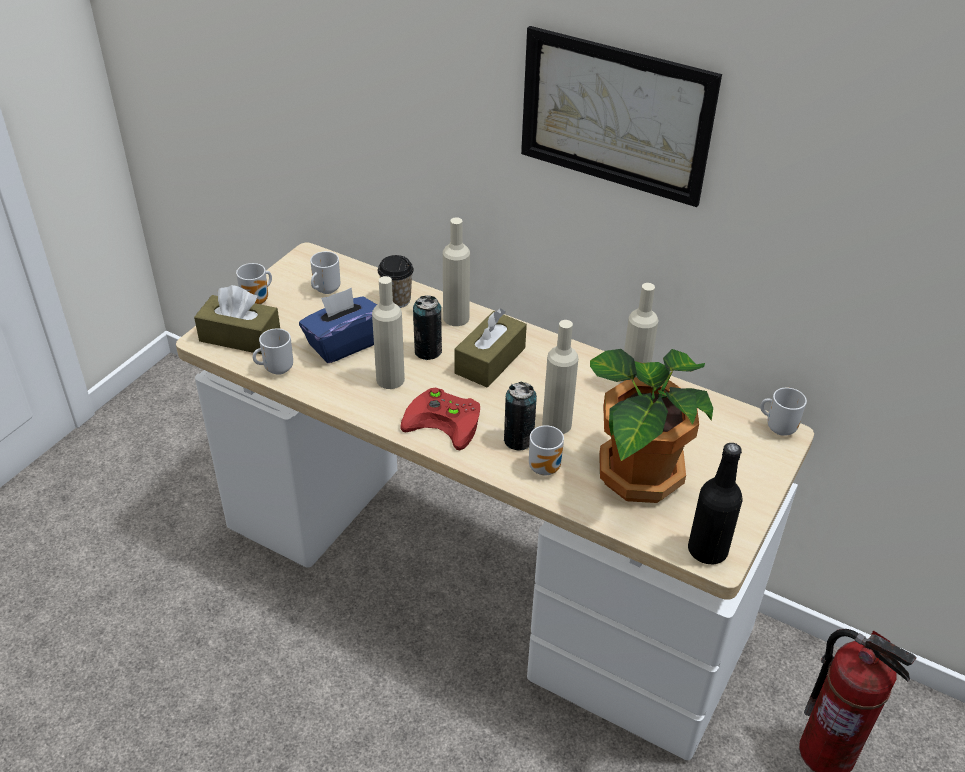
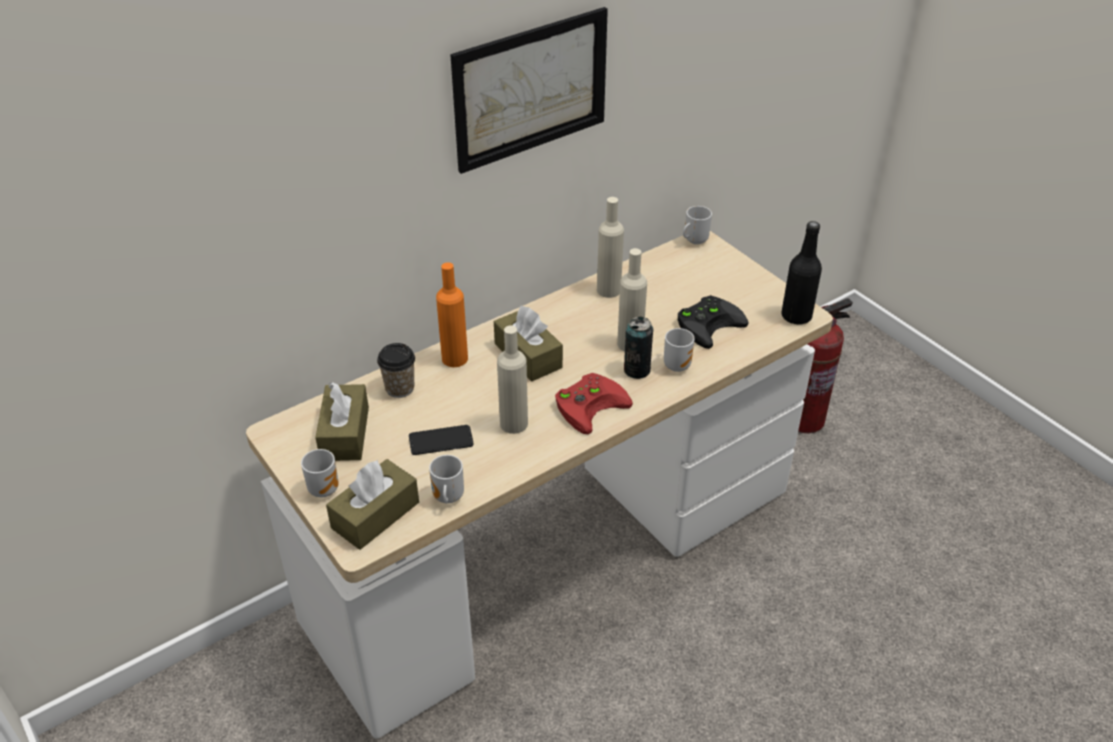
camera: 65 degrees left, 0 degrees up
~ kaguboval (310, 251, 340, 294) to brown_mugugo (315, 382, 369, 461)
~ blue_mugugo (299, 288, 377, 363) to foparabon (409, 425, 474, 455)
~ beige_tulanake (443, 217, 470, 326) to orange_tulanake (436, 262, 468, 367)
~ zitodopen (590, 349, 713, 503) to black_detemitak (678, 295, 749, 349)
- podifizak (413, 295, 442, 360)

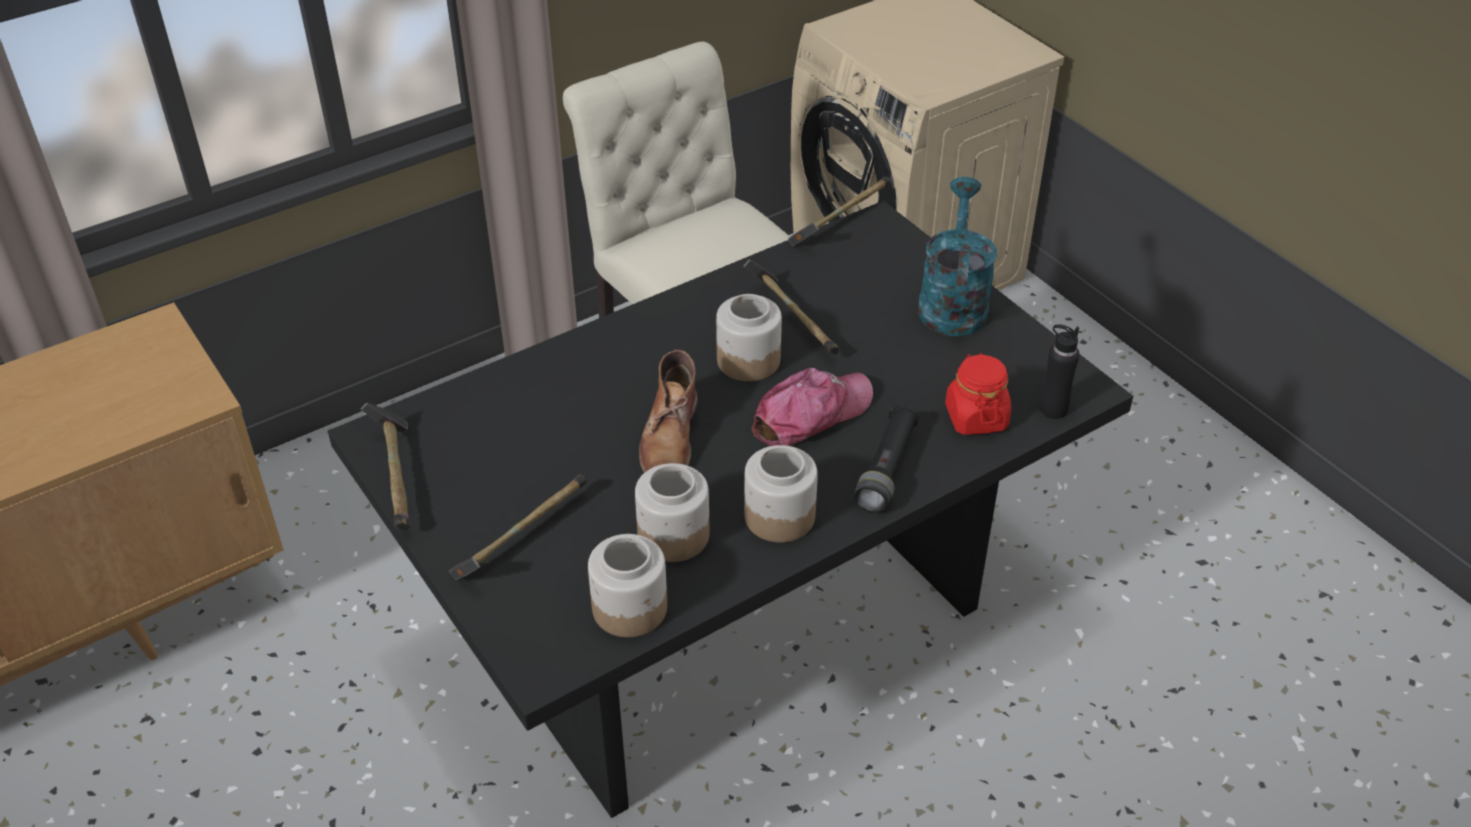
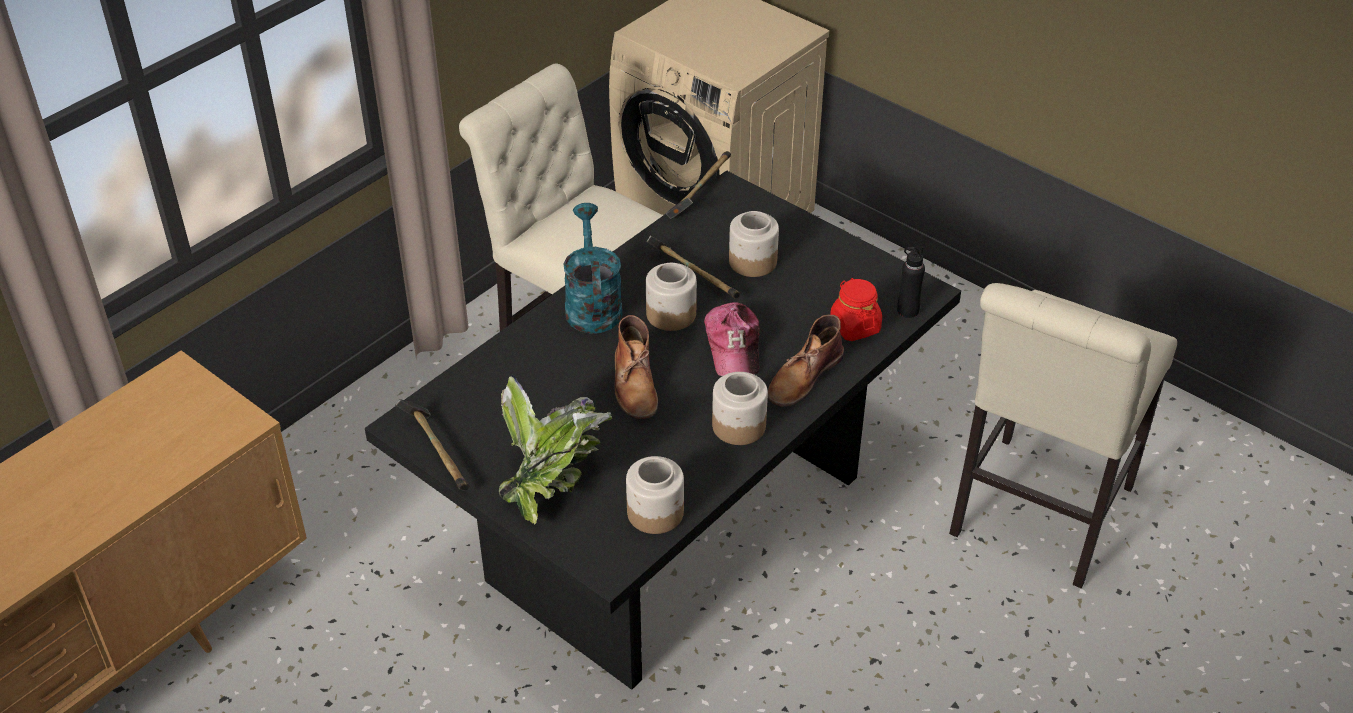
camera: 15 degrees left, 0 degrees up
~ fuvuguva (449, 475, 587, 580) to zitodopen (499, 374, 612, 524)
~ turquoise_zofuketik (918, 177, 997, 336) to (564, 203, 622, 334)
~ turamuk (751, 368, 873, 446) = (704, 302, 760, 376) 135 degrees clockwise
~ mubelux (635, 463, 710, 562) to (729, 211, 779, 277)
~ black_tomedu (854, 405, 919, 513) to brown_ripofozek (768, 315, 844, 407)
+ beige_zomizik (949, 283, 1177, 588)

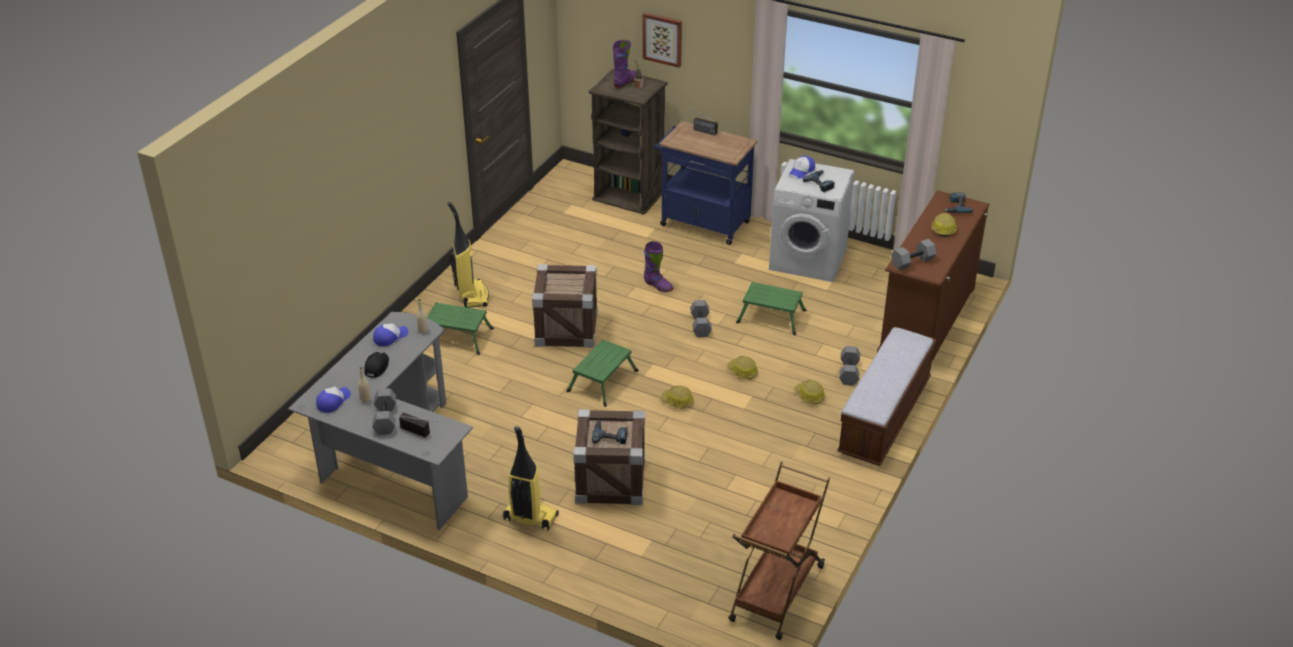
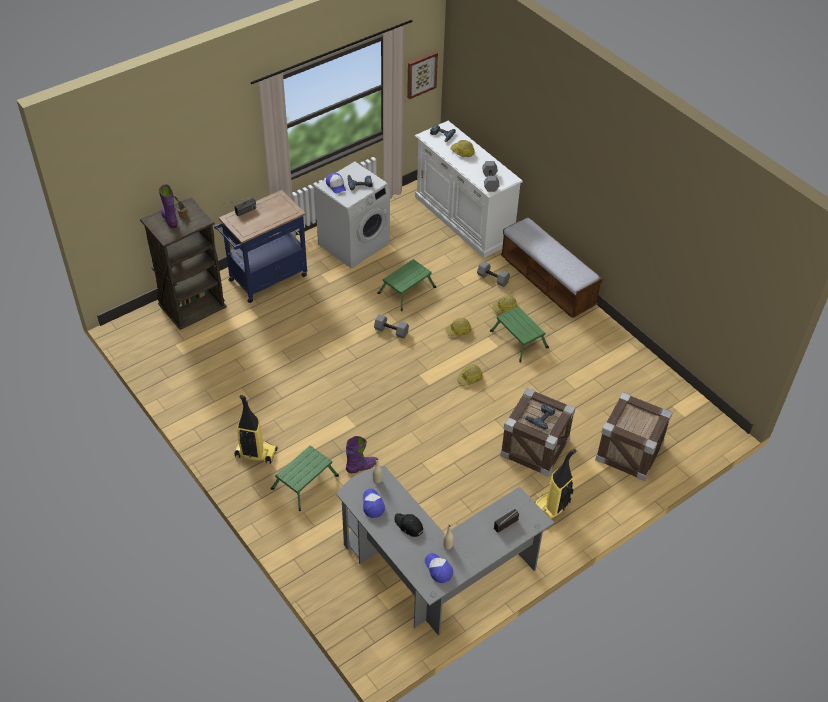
camera: 65 degrees left, 10 degrees up
~ purple_ripofozek (644, 241, 673, 292) to (346, 436, 376, 473)
~ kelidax (643, 13, 682, 68) to (407, 51, 438, 99)
~ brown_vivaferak (877, 190, 989, 361) to white_vivaferak (415, 121, 523, 258)
~ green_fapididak (566, 340, 639, 407) to (490, 306, 549, 362)
~ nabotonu (532, 264, 598, 348) to (595, 392, 673, 481)
- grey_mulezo (372, 388, 397, 435)
- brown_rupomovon (729, 461, 830, 640)

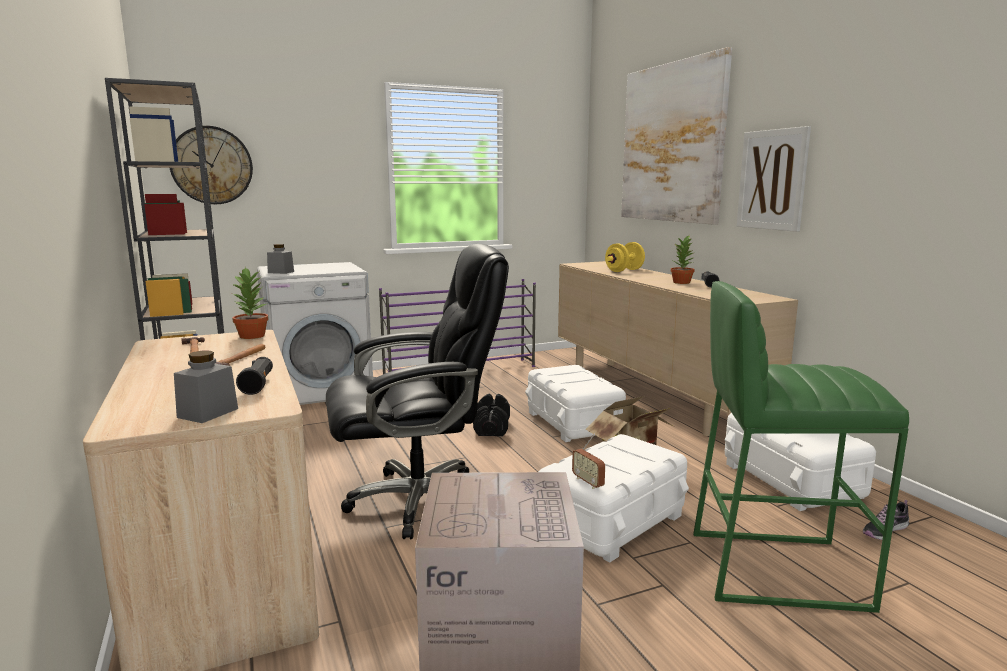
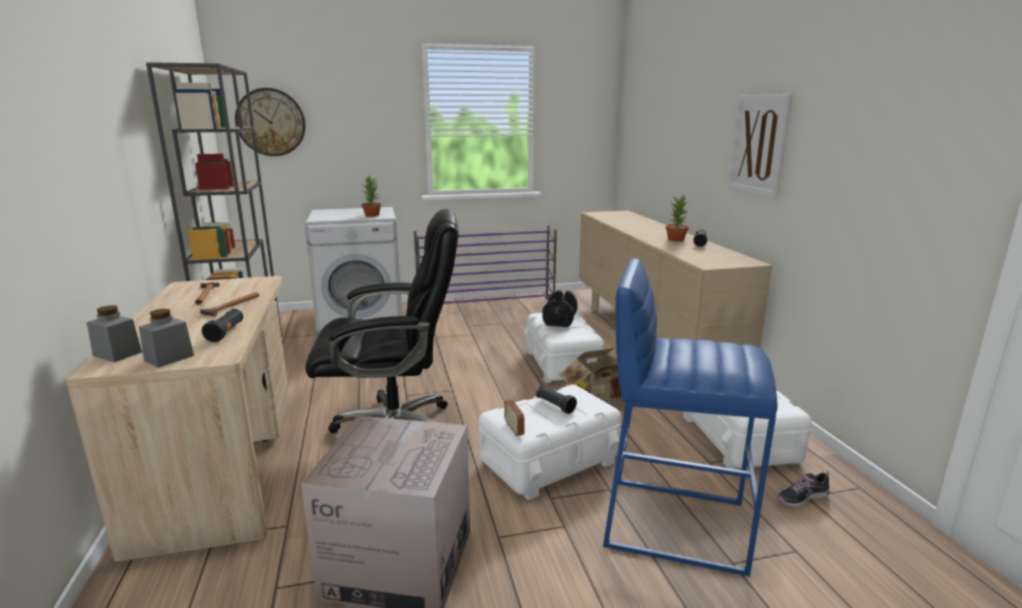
camera: 10 degrees right, 5 degrees up
~ grey_mubelux (267, 244, 294, 274) to (87, 305, 142, 362)
~ zitodopen (230, 266, 268, 339) to (362, 176, 381, 217)
+ black_tomedu (537, 385, 577, 414)
~ black_mulezo (473, 394, 510, 436) to (542, 290, 578, 327)
~ green_zomizik (693, 281, 909, 613) to blue_zomizik (603, 259, 777, 576)
- yellow_mulezo (605, 242, 645, 272)
- kelidax (621, 47, 732, 225)

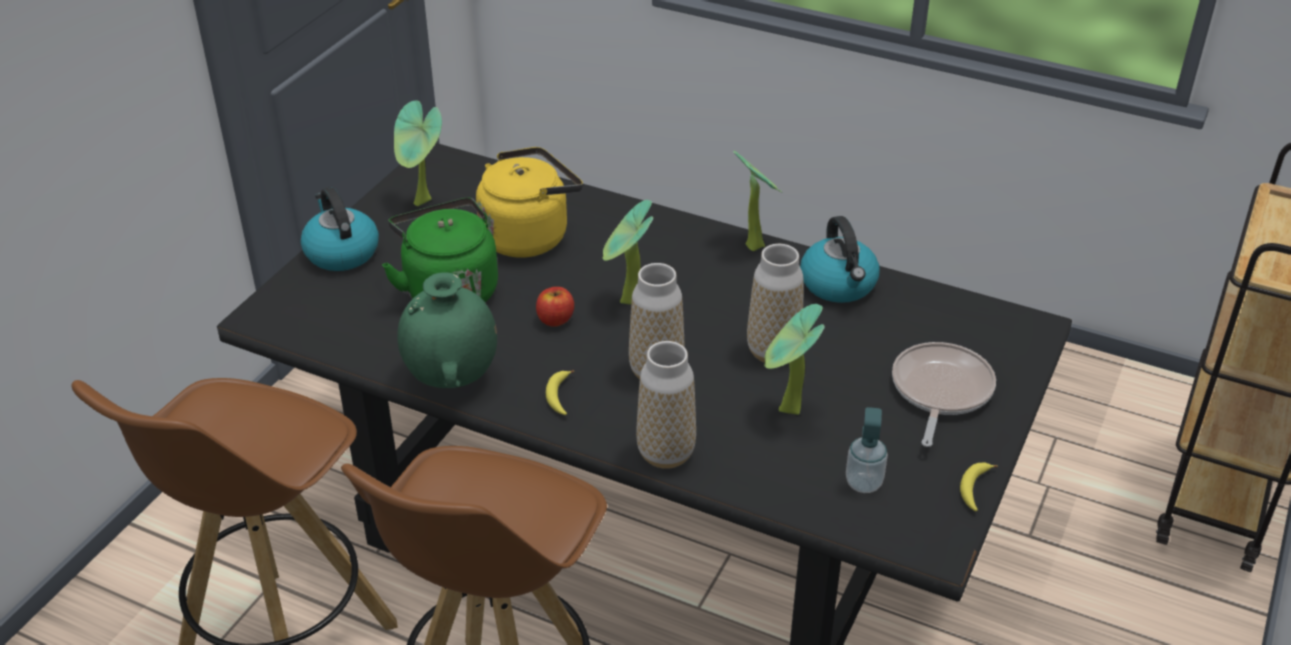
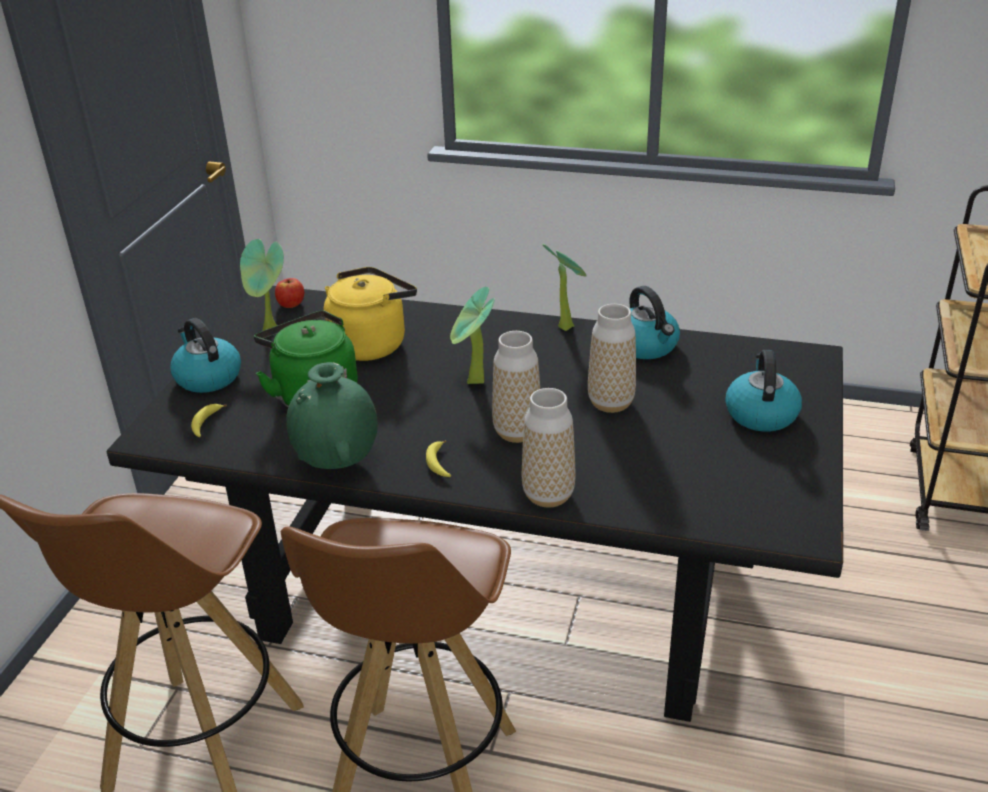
camera: 10 degrees left, 5 degrees down
~ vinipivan (960, 463, 998, 511) to (191, 404, 227, 437)
~ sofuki (536, 287, 574, 327) to (275, 278, 304, 308)
~ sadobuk (892, 342, 996, 447) to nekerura (725, 350, 802, 432)
- zitodopen (764, 304, 825, 415)
- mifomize (846, 407, 888, 493)

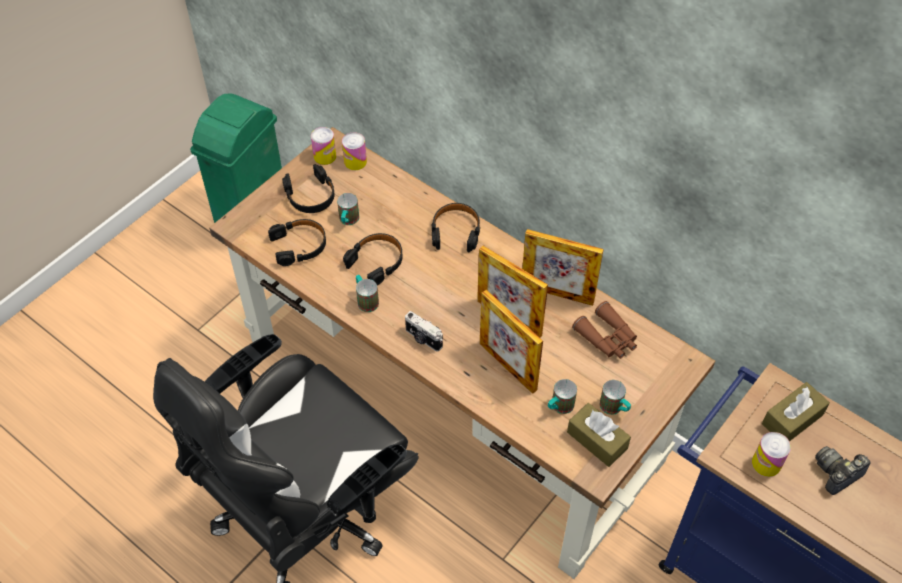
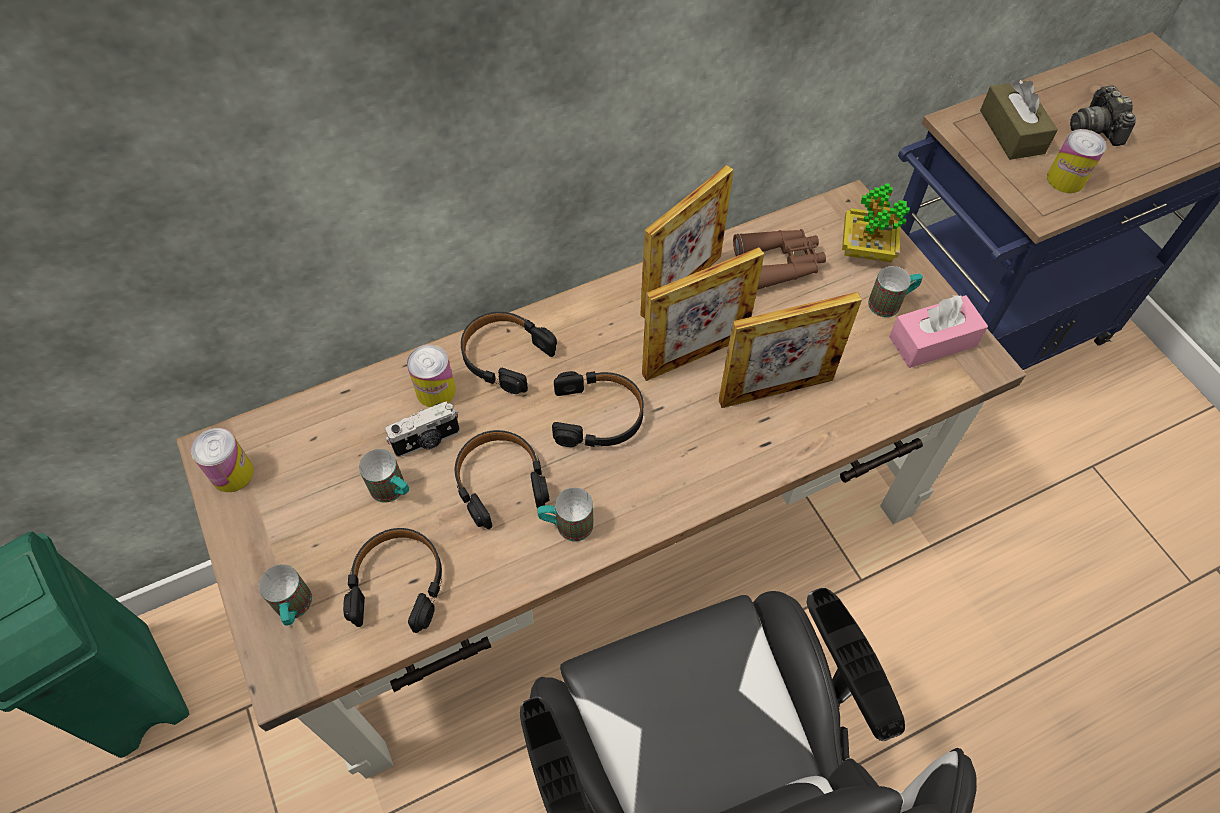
camera: 65 degrees left, 5 degrees up
~ kaguboval (548, 379, 577, 414) to (259, 564, 312, 626)
~ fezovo (405, 311, 443, 352) to (385, 401, 460, 457)
~ podifizak (342, 132, 367, 170) to (407, 344, 456, 407)
~ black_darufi (282, 164, 334, 213) to (552, 371, 644, 447)
+ zitodopen (842, 183, 910, 262)
~ brown_mugugo (567, 403, 631, 467) to pink_mugugo (889, 295, 988, 368)

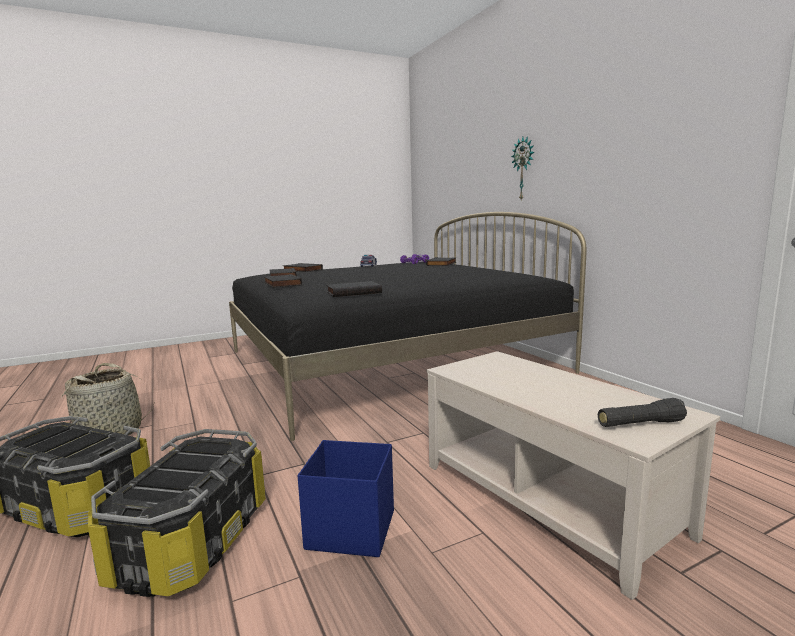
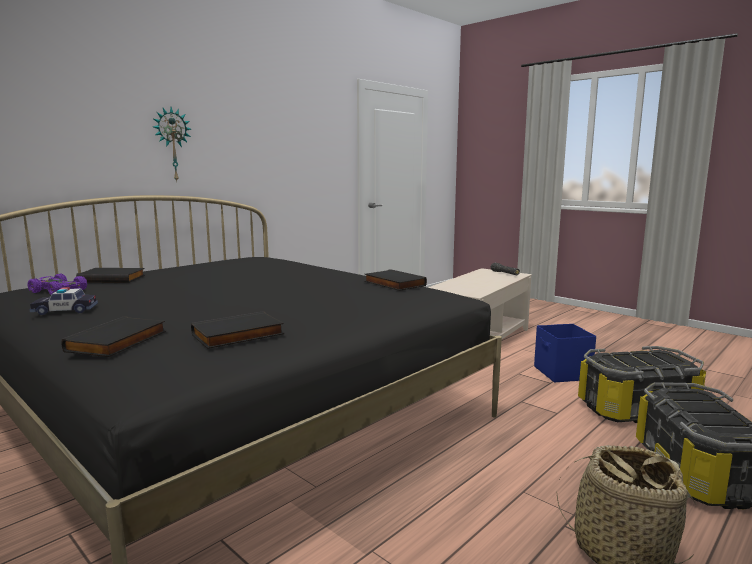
camera: 110 degrees left, 0 degrees up
- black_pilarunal (264, 274, 302, 288)

